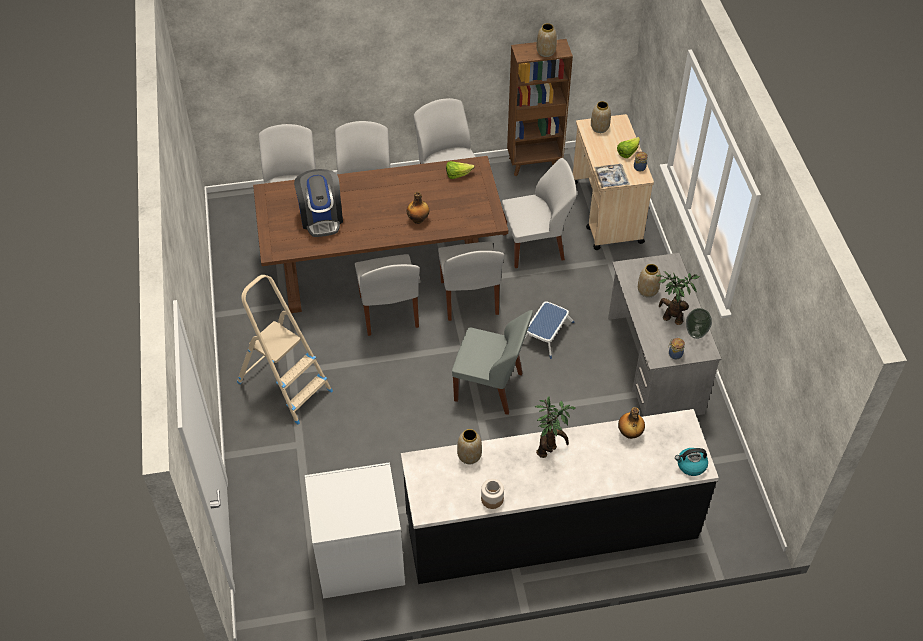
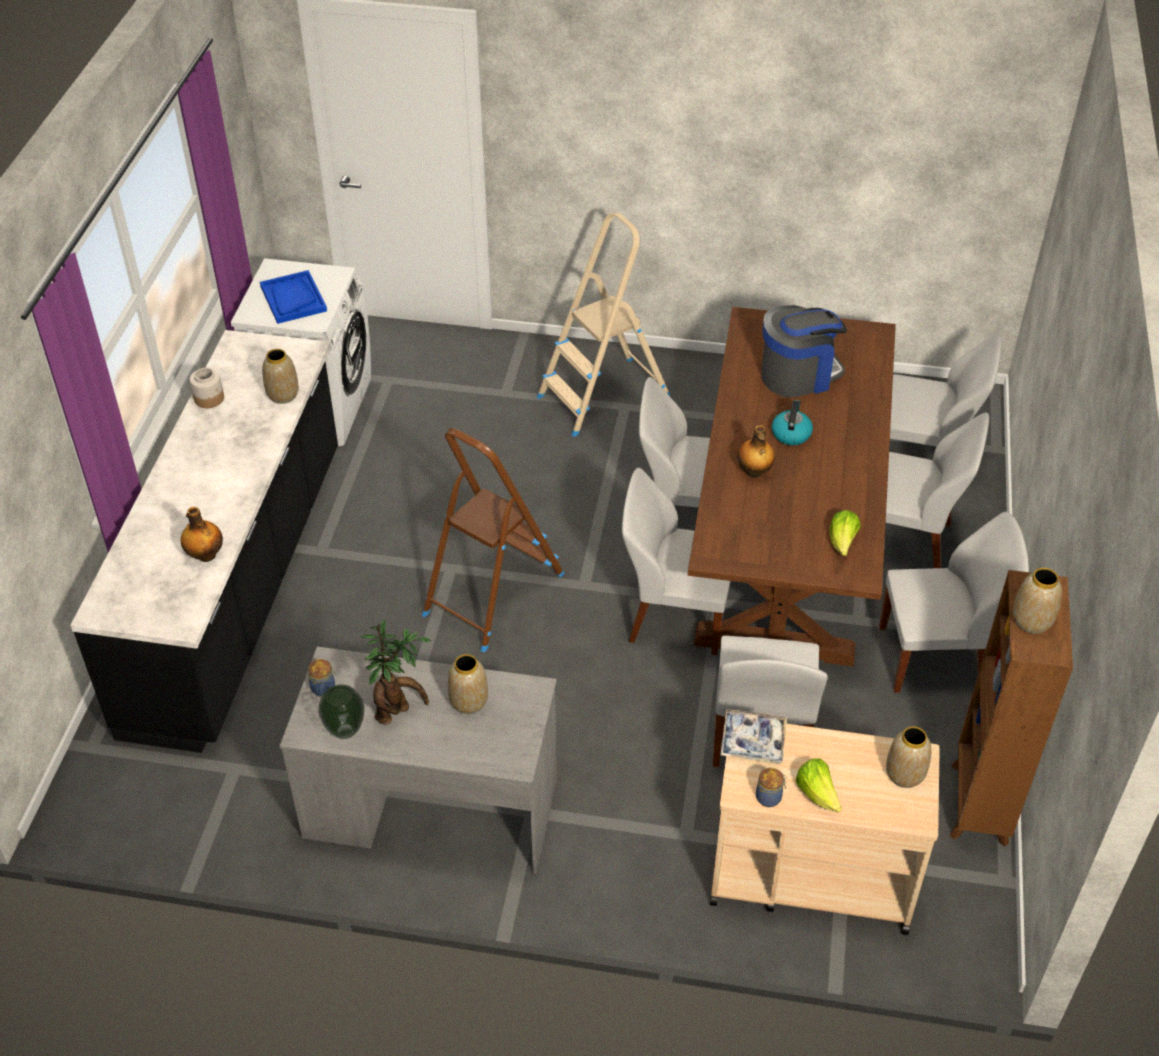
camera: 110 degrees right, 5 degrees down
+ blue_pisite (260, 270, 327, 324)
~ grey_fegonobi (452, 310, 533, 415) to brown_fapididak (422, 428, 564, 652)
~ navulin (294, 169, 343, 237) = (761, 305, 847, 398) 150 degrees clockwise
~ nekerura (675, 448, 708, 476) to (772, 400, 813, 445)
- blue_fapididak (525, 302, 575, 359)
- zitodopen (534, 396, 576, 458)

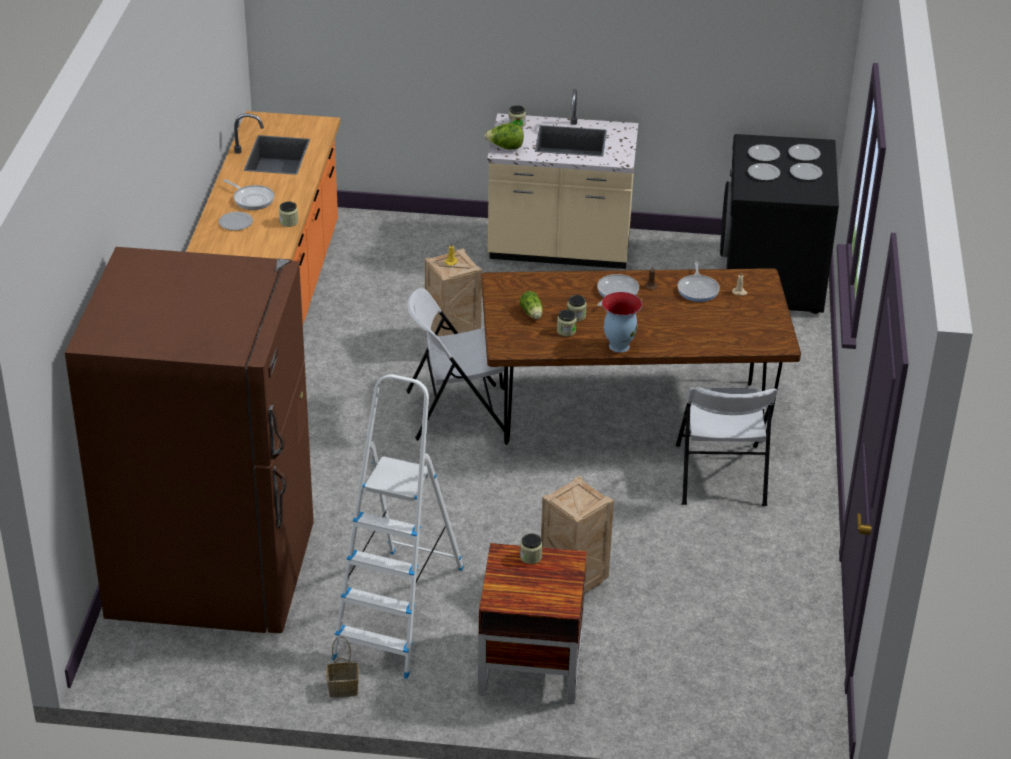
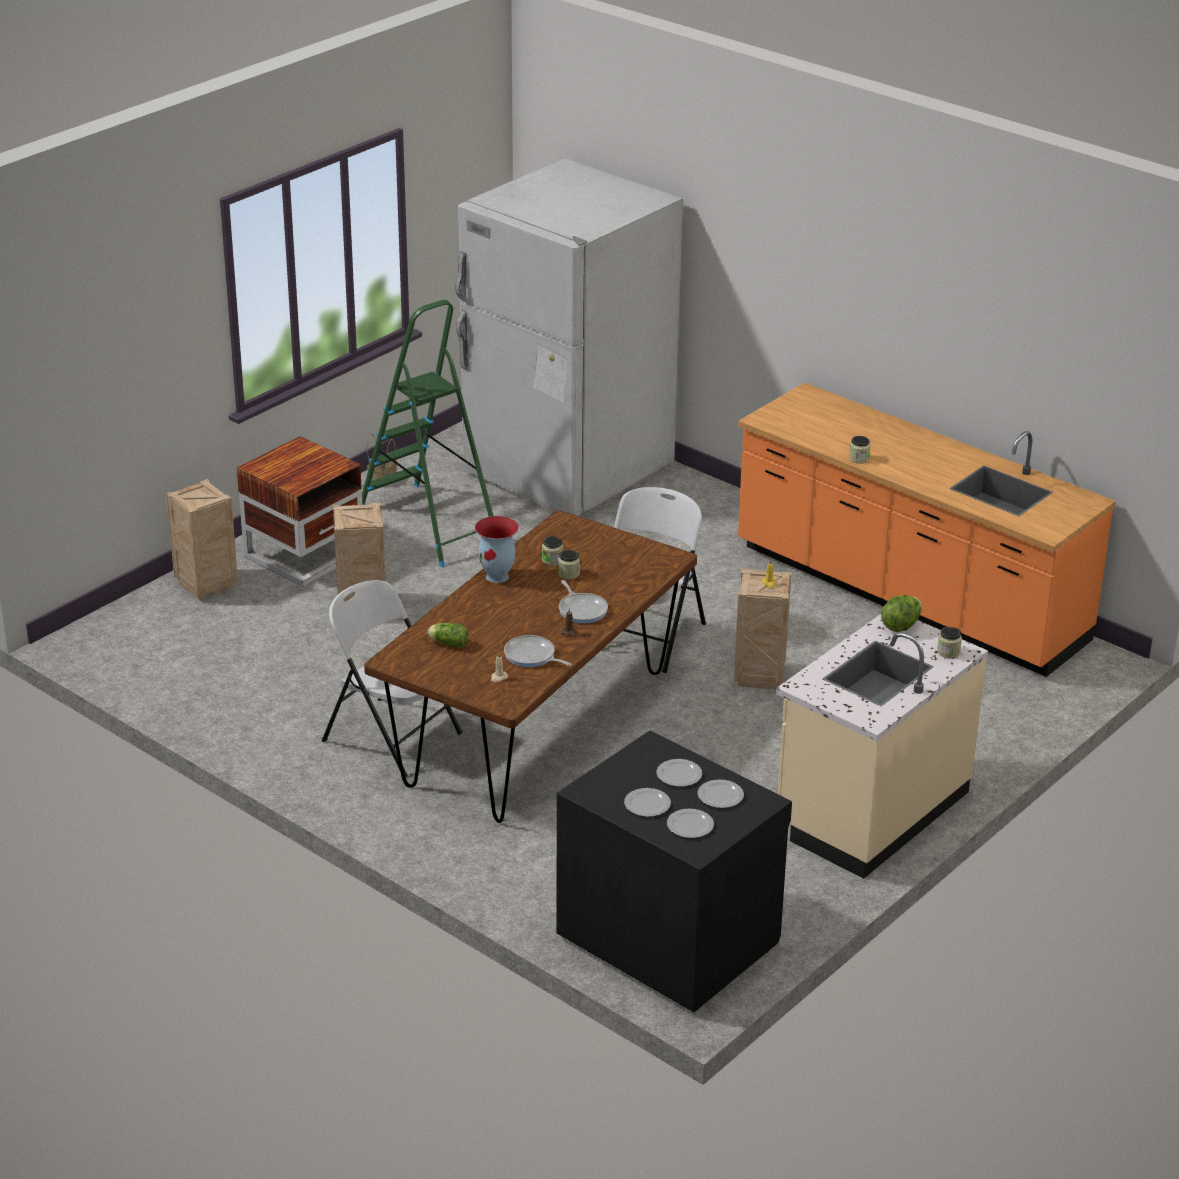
camera: 125 degrees right, 5 degrees down
+ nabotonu (166, 479, 238, 601)
~ white_fapididak (332, 374, 464, 679) to green_fapididak (362, 300, 493, 567)
~ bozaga (520, 291, 543, 319) to (427, 623, 468, 648)
~ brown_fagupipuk (65, 247, 314, 633) to white_fagupipuk (455, 158, 683, 516)
- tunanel (219, 212, 253, 231)
- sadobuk (224, 180, 274, 210)
- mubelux (520, 534, 542, 564)

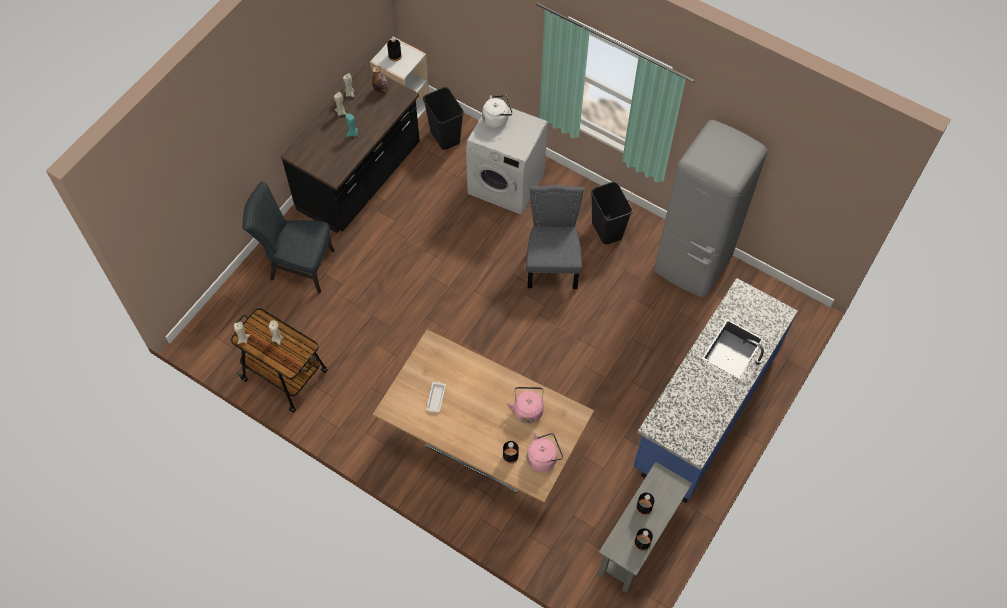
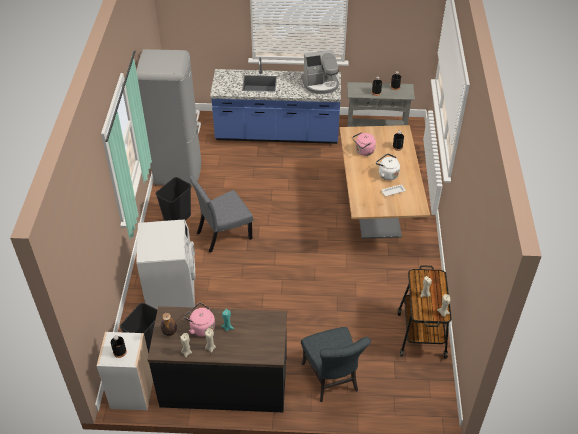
camera: 120 degrees left, 15 degrees down
~ pink_nekerura (527, 433, 563, 472) to (184, 303, 215, 337)
+ navulin (301, 50, 339, 94)
~ white_nekerura (482, 95, 513, 128) to (376, 154, 400, 180)

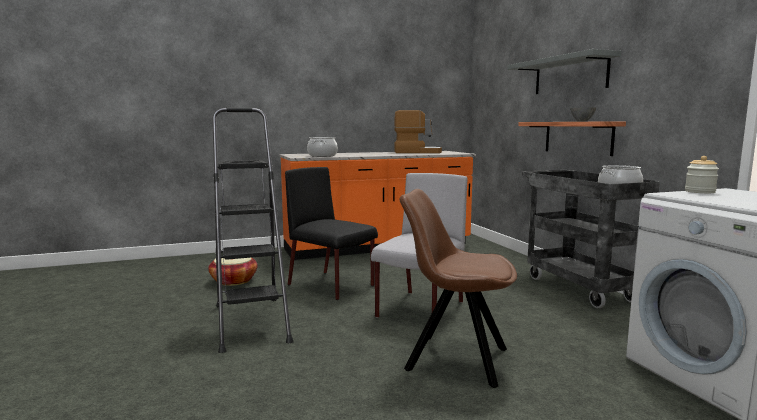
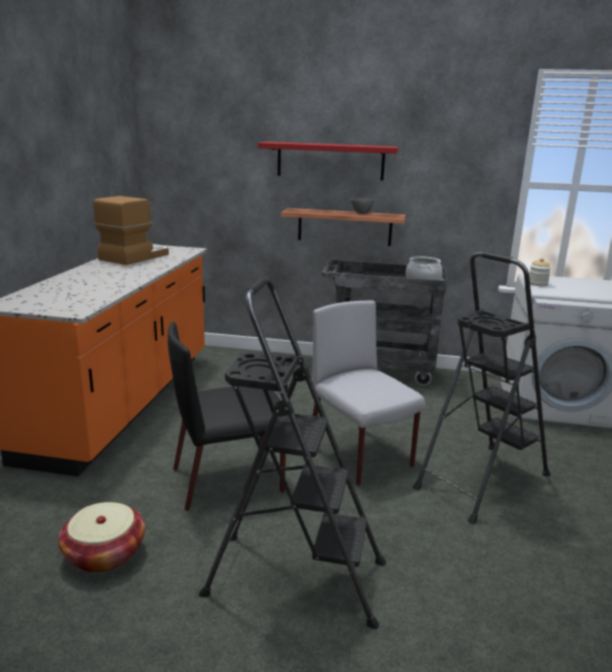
camera: 60 degrees left, 10 degrees up
~ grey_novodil (507, 49, 621, 94) to red_novodil (258, 142, 398, 181)
~ brown_fegonobi (399, 189, 517, 388) to fapididak (413, 252, 551, 524)
- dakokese (307, 137, 338, 157)

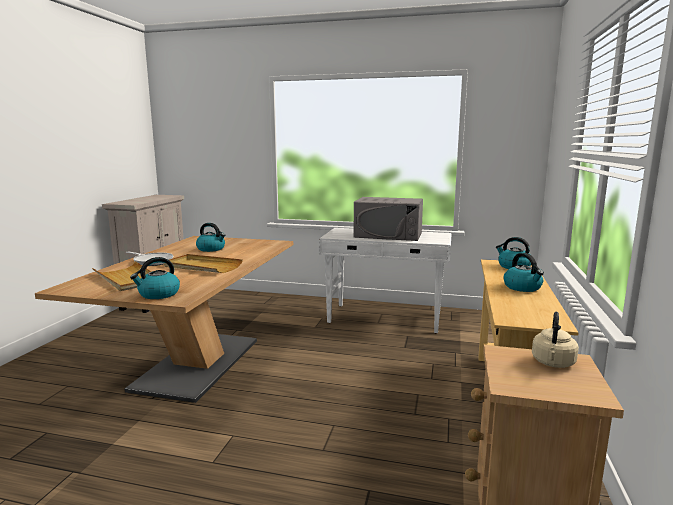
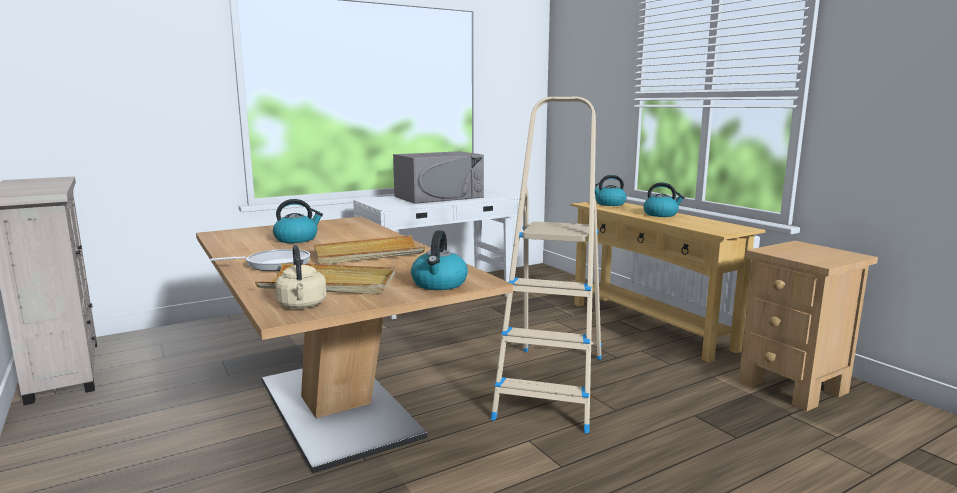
camera: 45 degrees left, 0 degrees up
~ beige_nekerura (532, 312, 579, 368) to (275, 245, 327, 308)
+ beige_fapididak (491, 97, 602, 433)

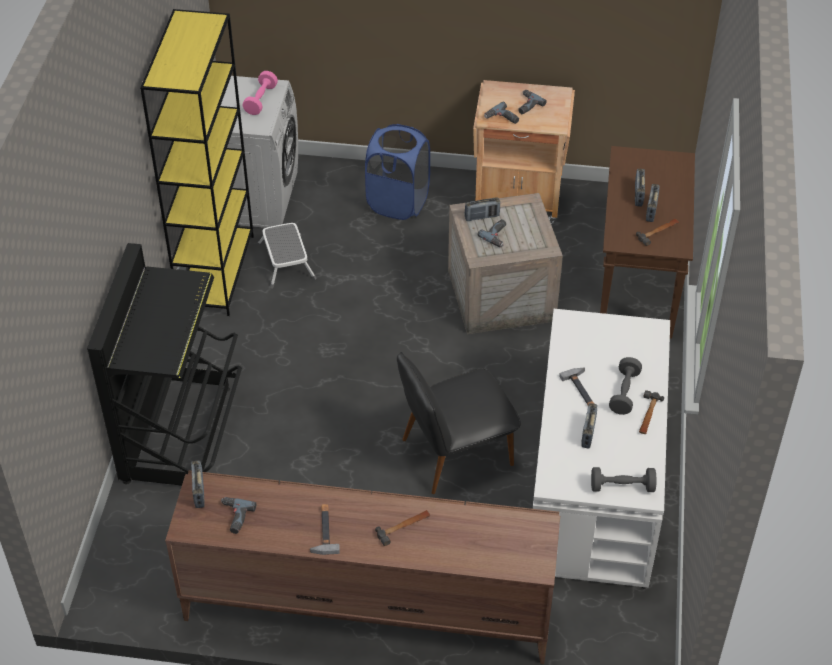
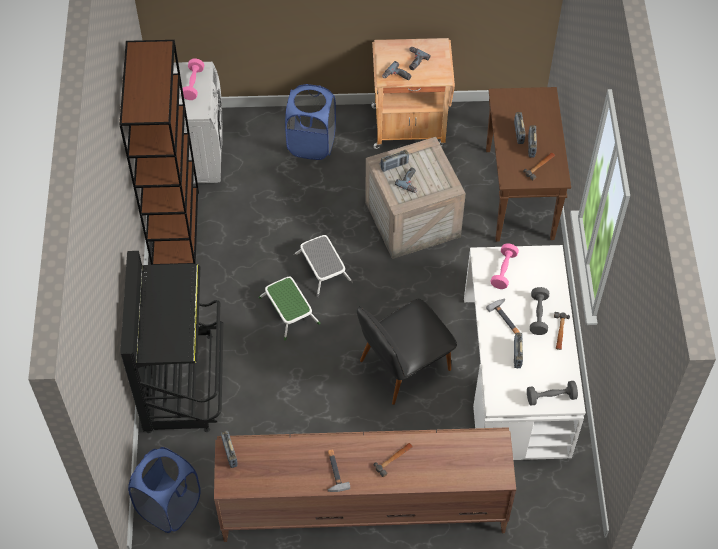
camera: 10 degrees left, 10 degrees up
~ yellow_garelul (140, 9, 254, 316) to brown_garelul (119, 40, 199, 265)
+ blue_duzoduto (128, 447, 201, 533)
+ green_fapididak (259, 276, 320, 341)
~ grey_fapididak (257, 223, 317, 289) to (294, 235, 353, 297)
+ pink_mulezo (490, 243, 519, 289)
- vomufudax (221, 497, 256, 534)

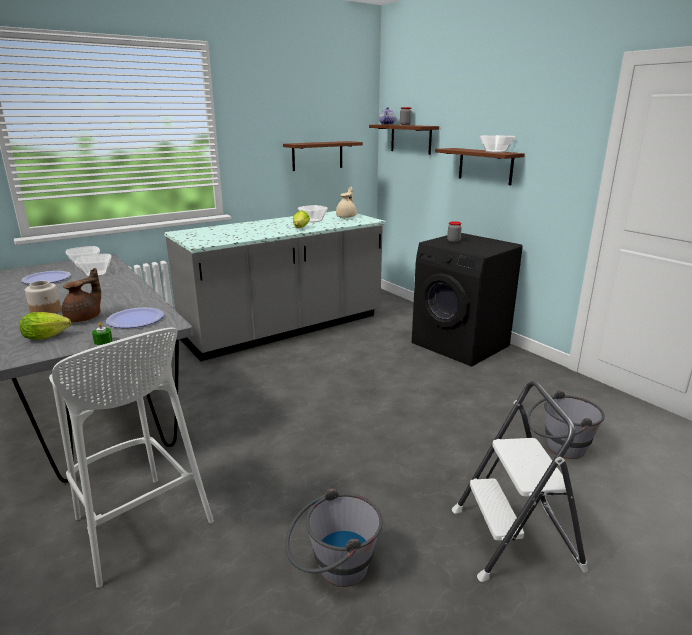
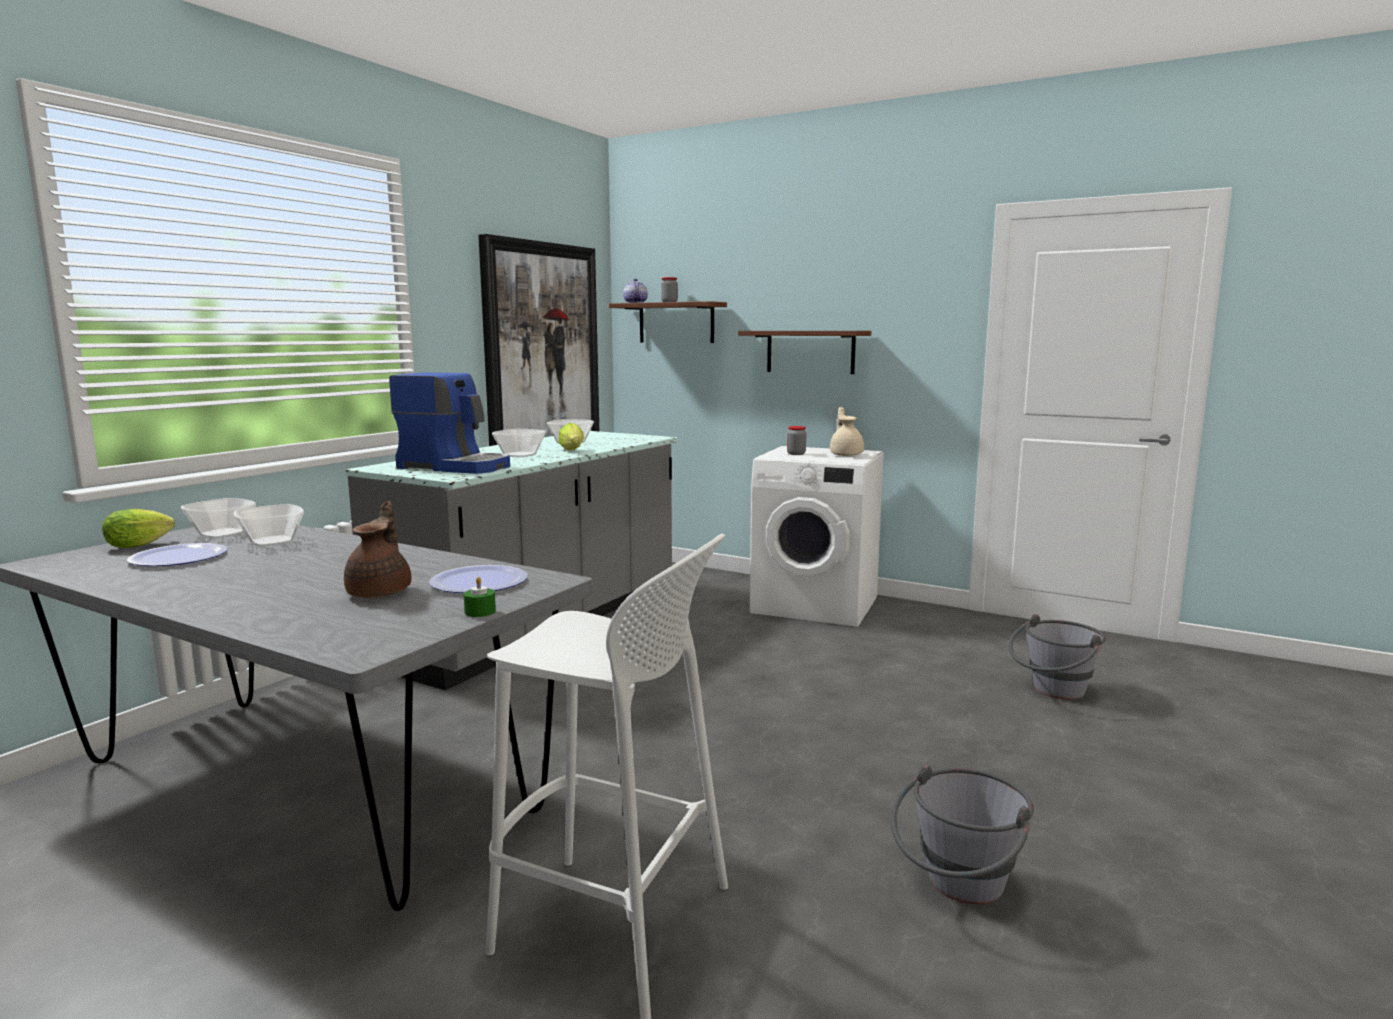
camera: 25 degrees left, 10 degrees down
~ bozaga (20, 312, 71, 340) to (102, 509, 175, 548)
+ navulin (389, 372, 510, 474)
~ brown_novodil (283, 141, 363, 171) to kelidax (478, 234, 599, 446)
~ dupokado (480, 135, 515, 153) to (492, 429, 546, 457)
~ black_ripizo (412, 233, 523, 366) to white_ripizo (750, 446, 884, 627)
~ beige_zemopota (336, 186, 357, 218) to (830, 407, 864, 456)
- mubelux (25, 281, 61, 313)
- white_fapididak (452, 381, 588, 582)

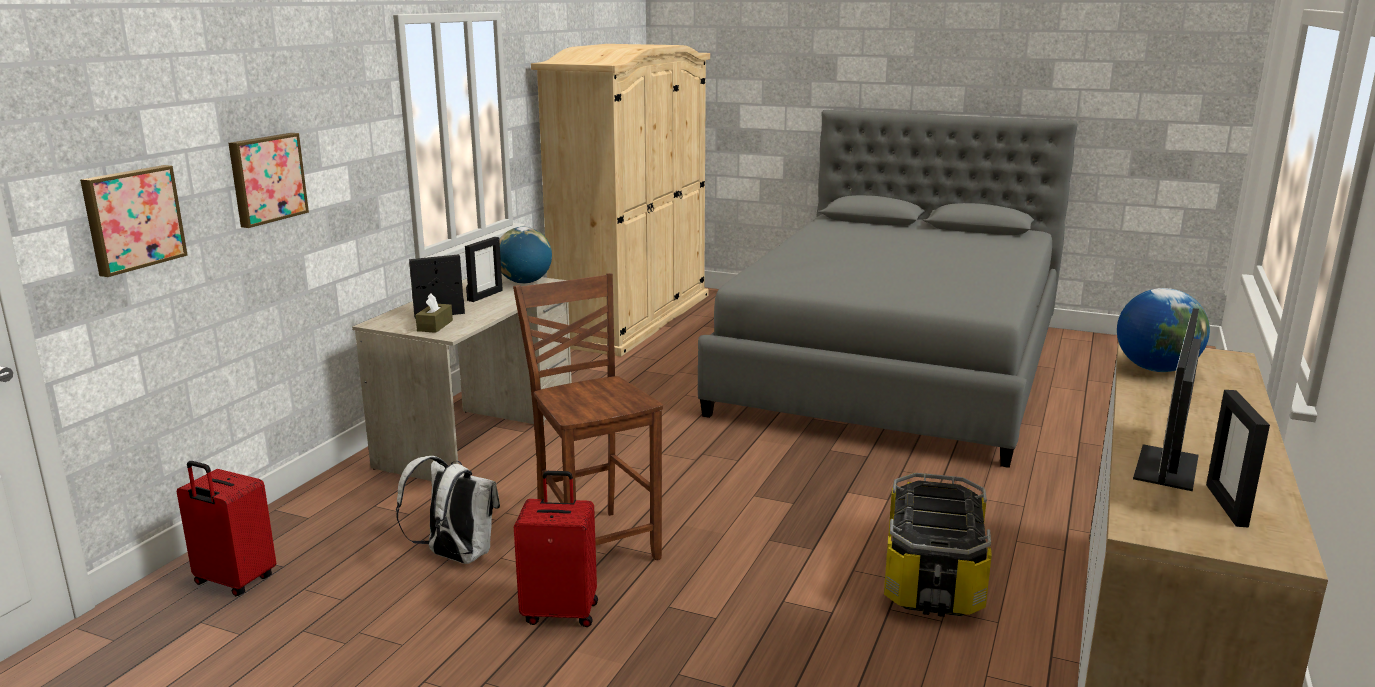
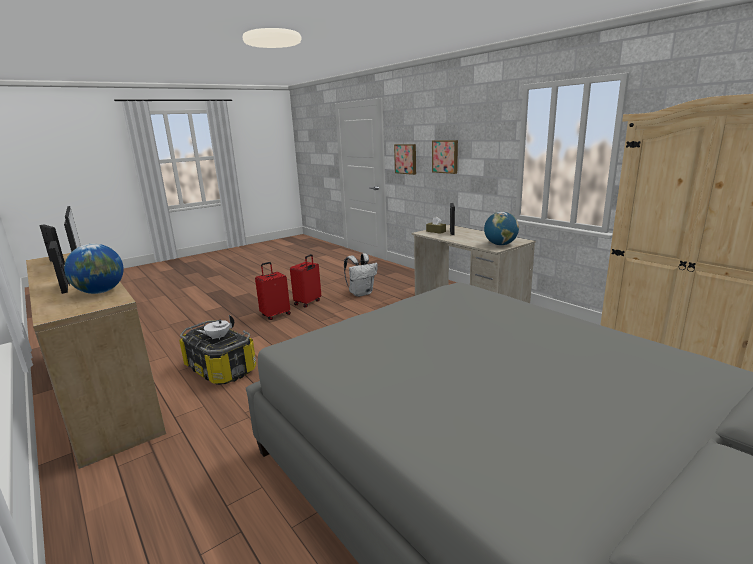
camera: 120 degrees right, 0 degrees up
~ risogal (465, 237, 503, 302) to (49, 241, 70, 294)
+ white_zemopota (196, 315, 234, 340)
~ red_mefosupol (177, 461, 276, 596) to (255, 262, 291, 320)
- brown_fegonobi (513, 273, 663, 560)

